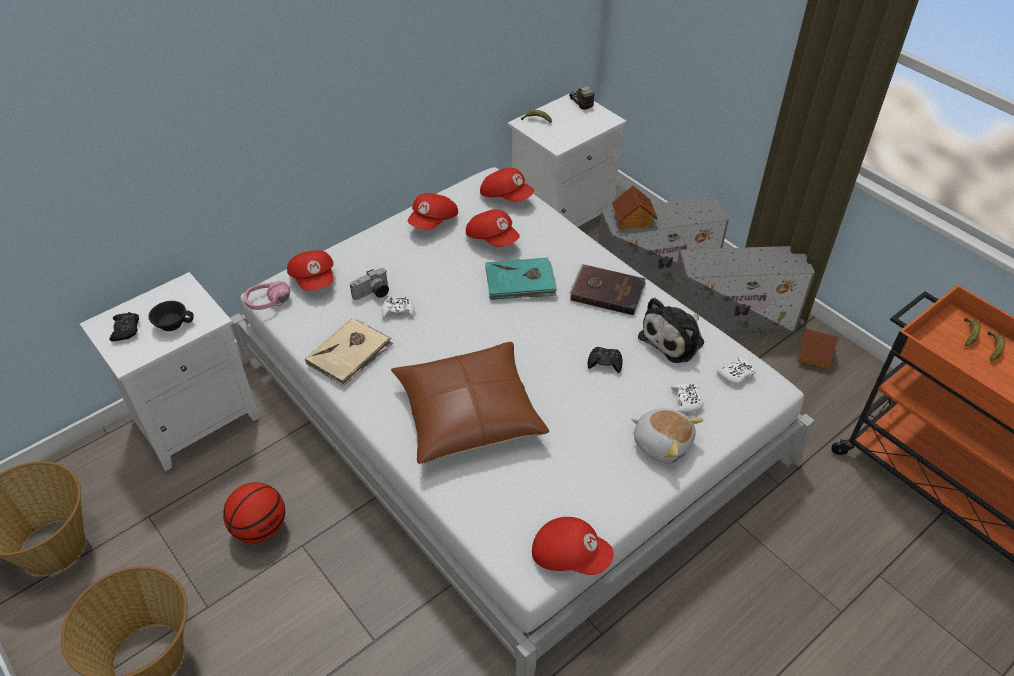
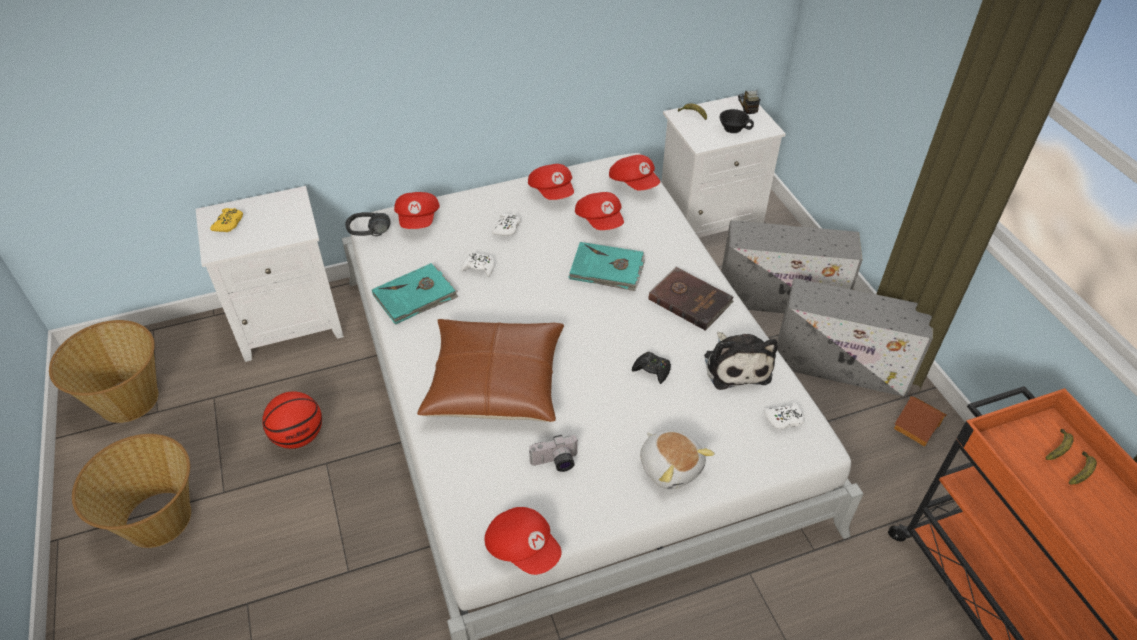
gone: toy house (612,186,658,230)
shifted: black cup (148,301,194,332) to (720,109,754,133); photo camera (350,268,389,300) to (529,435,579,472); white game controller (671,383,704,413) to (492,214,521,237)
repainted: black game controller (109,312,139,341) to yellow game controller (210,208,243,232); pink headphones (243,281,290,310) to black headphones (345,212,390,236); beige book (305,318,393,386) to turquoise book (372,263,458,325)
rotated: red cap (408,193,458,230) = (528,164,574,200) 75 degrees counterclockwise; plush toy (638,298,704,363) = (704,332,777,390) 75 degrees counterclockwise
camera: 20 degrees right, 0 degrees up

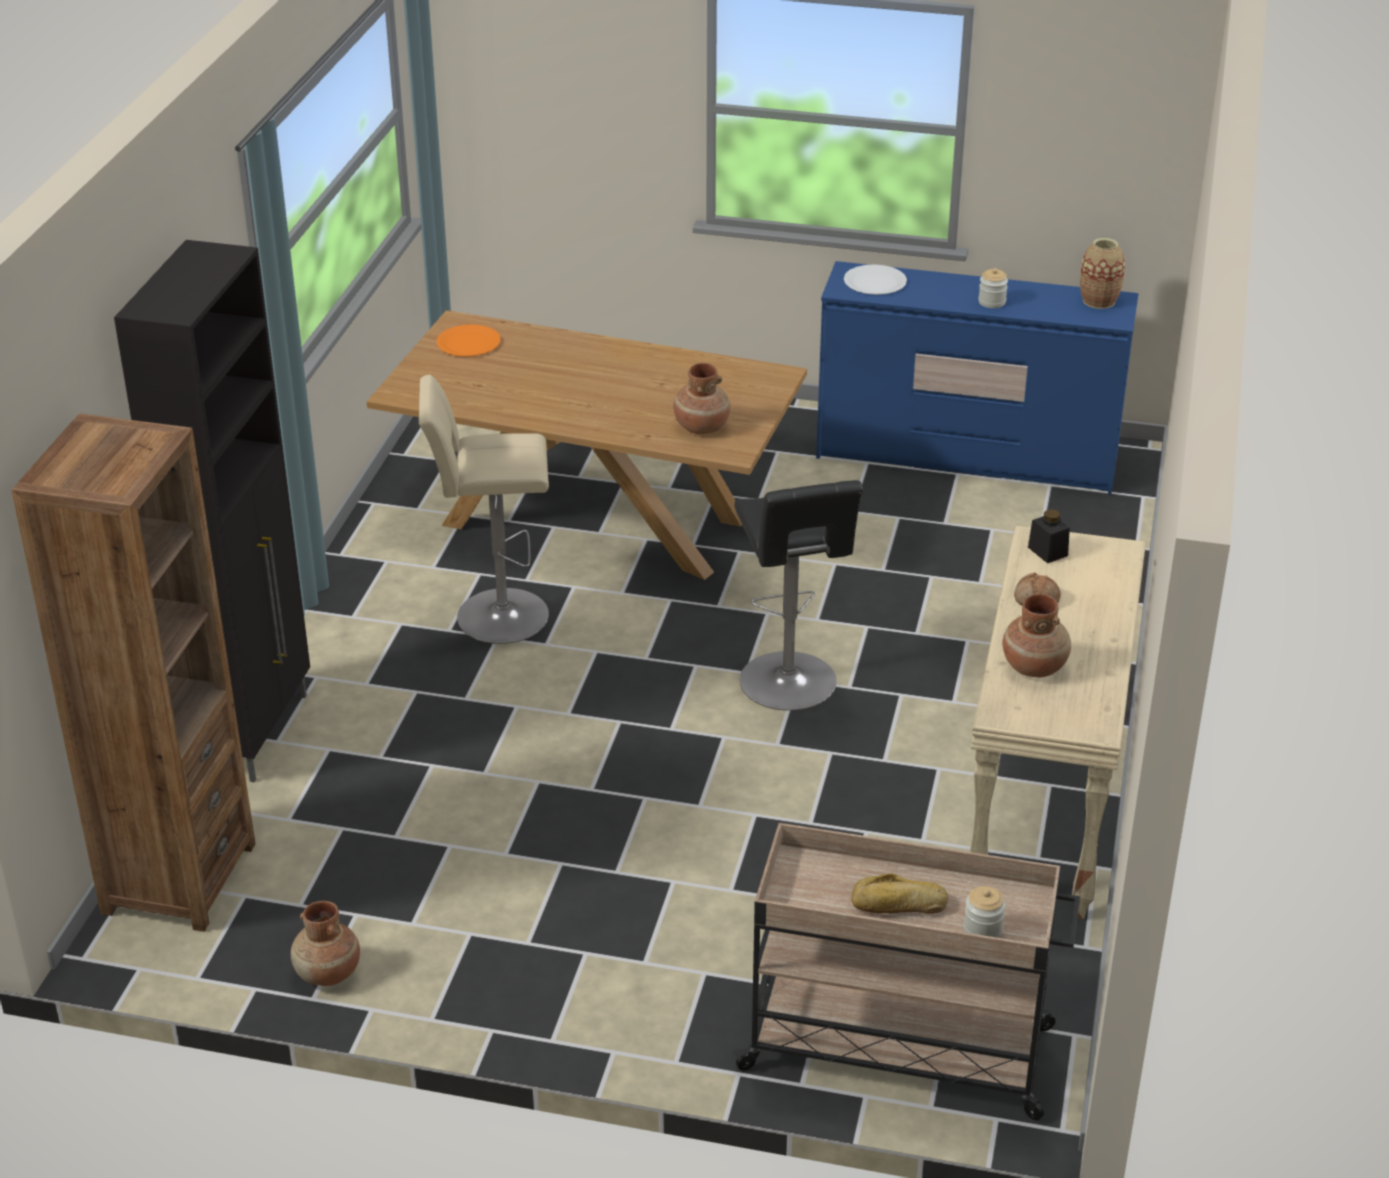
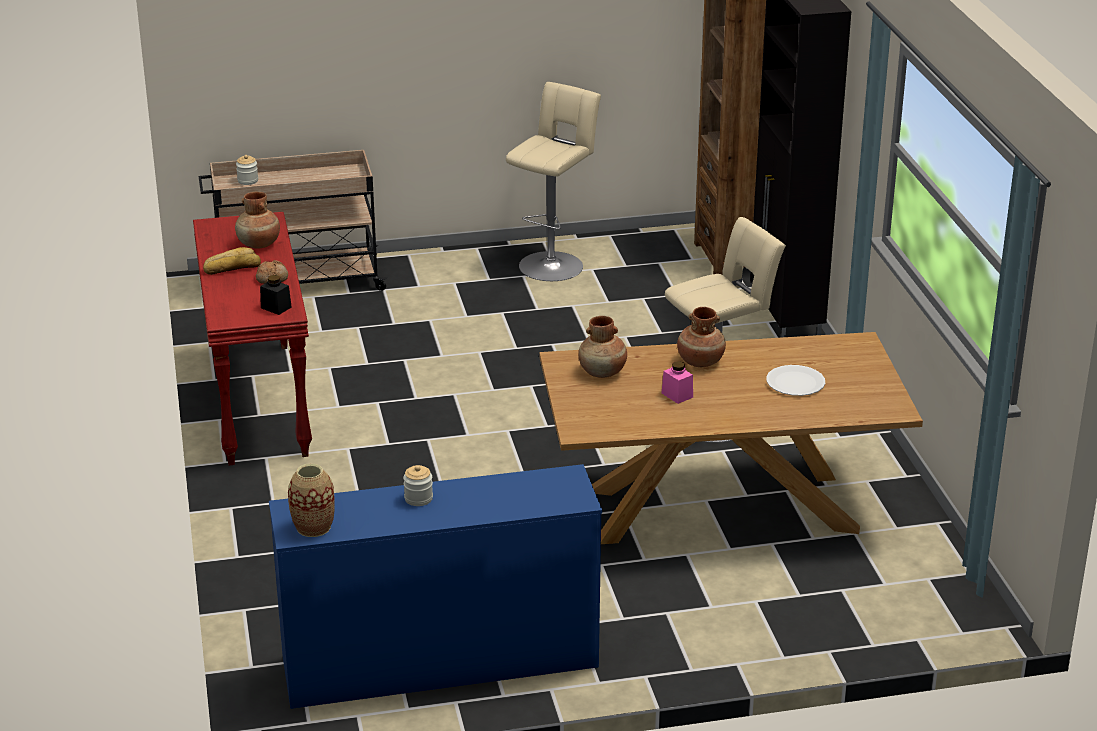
gone: orange plate (437,324,501,357); black stool (734,480,863,711)
new: beige stool (506,82,601,281); pink jar (662,361,693,404)
shifted: brown vase (291,901,360,986) to (677,307,726,367); white plate (844,264,907,295) to (766,365,825,396); bread (851,873,948,914) to (203,247,261,275)
repainted: beige console table (970,525,1146,919) to red console table (193,212,312,465)
camera: 155 degrees right, 5 degrees down

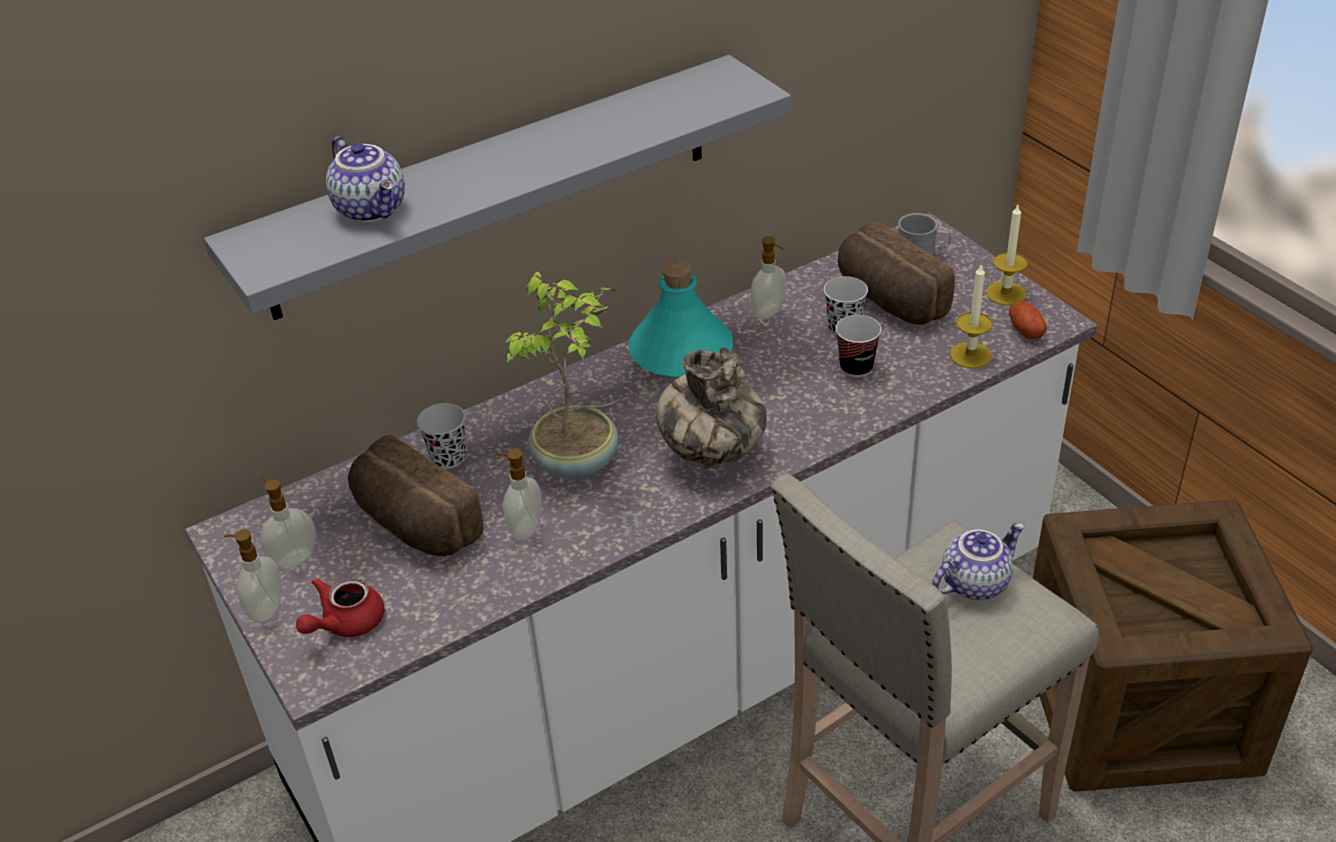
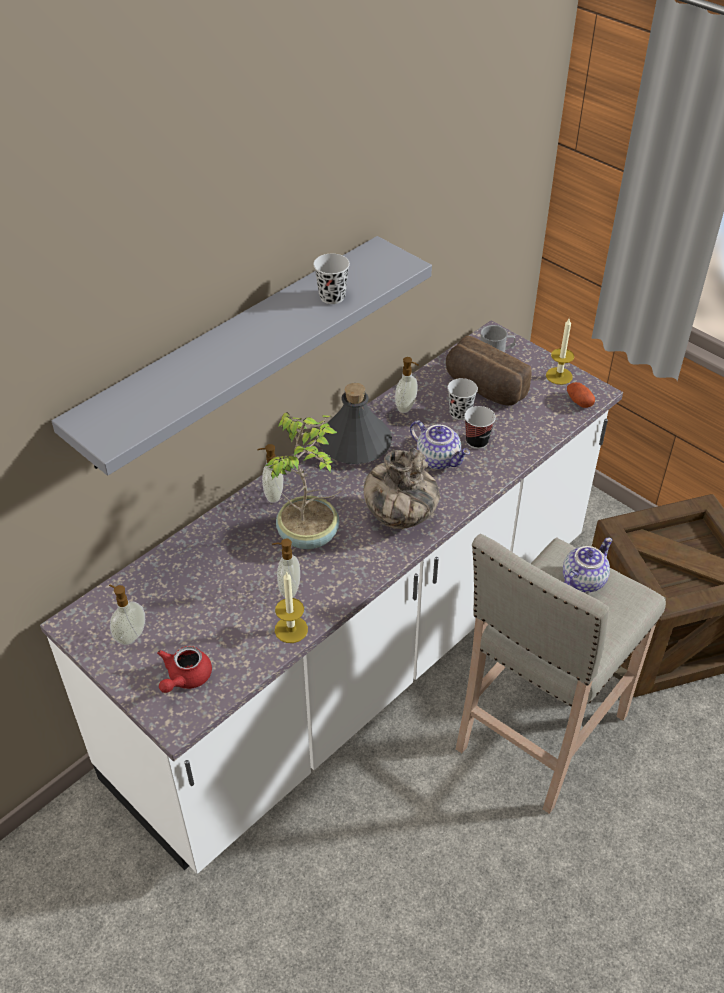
gone: bread (348,435,484,556)
shifted: soap dispenser (224,529,282,623) to (257,444,283,503); teapot (326,136,405,223) to (410,420,470,470); black cup (417,403,465,469) to (313,254,350,304); candle (950,263,993,368) to (275,572,308,643)
repainted: turquoise bottle (629,260,733,378) to grey bottle (319,383,392,464)
camera: 15 degrees left, 5 degrees up

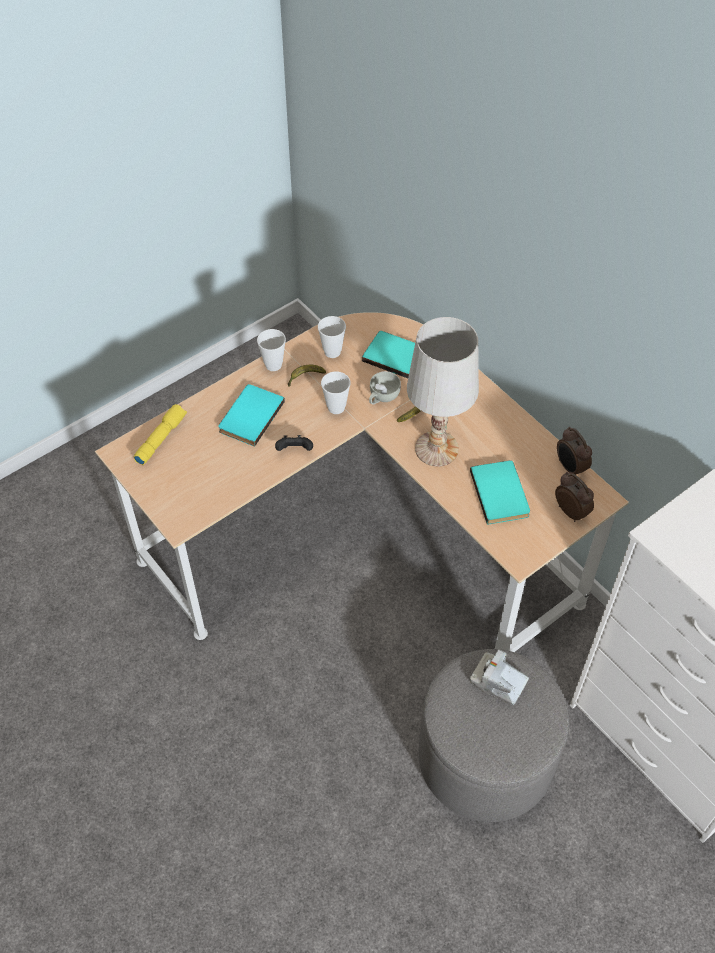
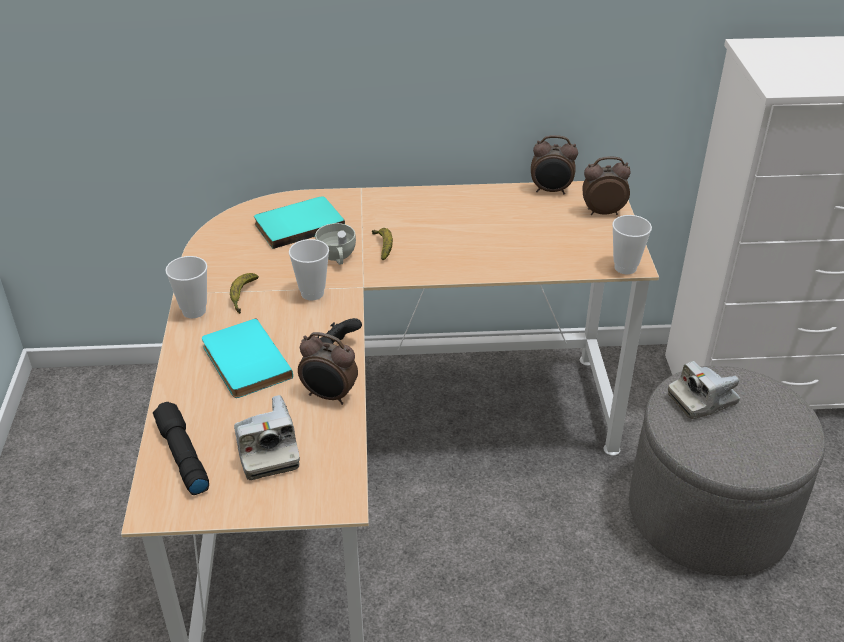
gone: white table lamp (407,317,479,467); turquoise book (470,460,530,525)
new: photo camera (234,395,300,480); alarm clock (298,332,358,405)
shifted: cup (318,316,346,358) to (612,215,652,274)
repainted: yellow flashlight (134,404,187,465) to black flashlight (153,402,209,495)
camera: 55 degrees left, 15 degrees down

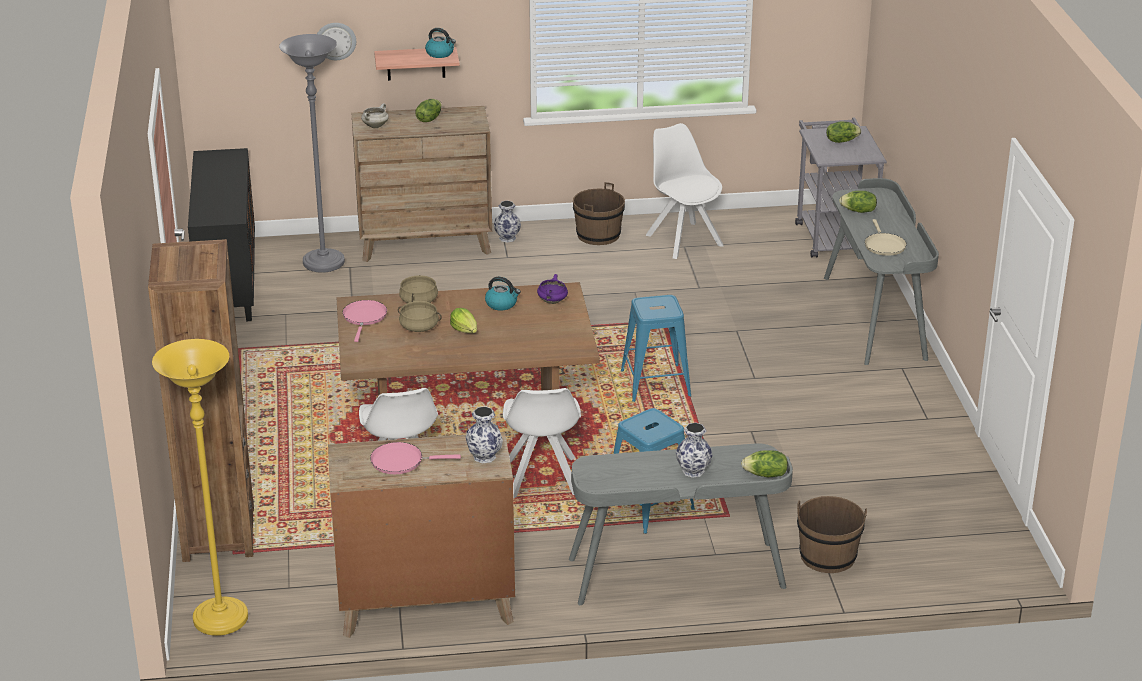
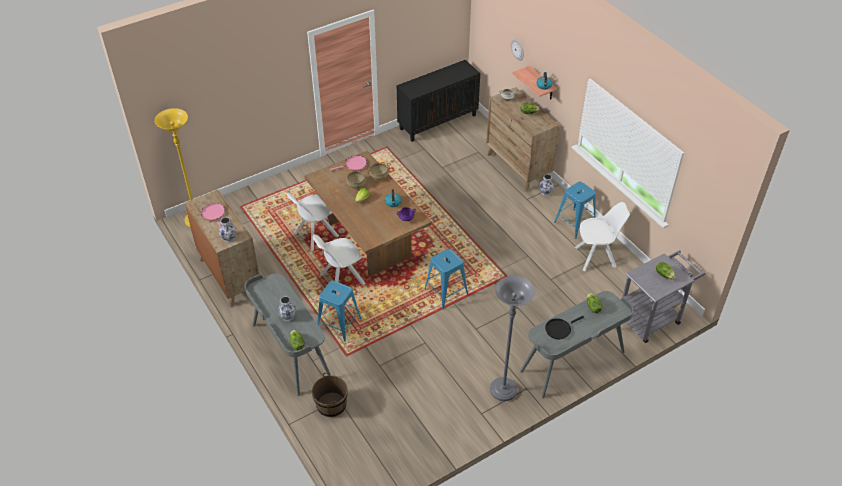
gone: brown bookcase (148,239,254,562)
shifted: grey floor lamp (279,34,345,273) to (490,276,535,401)
swapped: brown bucket (573,182,625,245) to blue stool (554,181,596,239)
repainted: beige frying pan (865,219,907,256) to black frying pan (545,316,584,339)
rotated: white chair (646,123,724,259) = (574,202,630,271) 45 degrees clockwise
camera: 65 degrees right, 15 degrees up

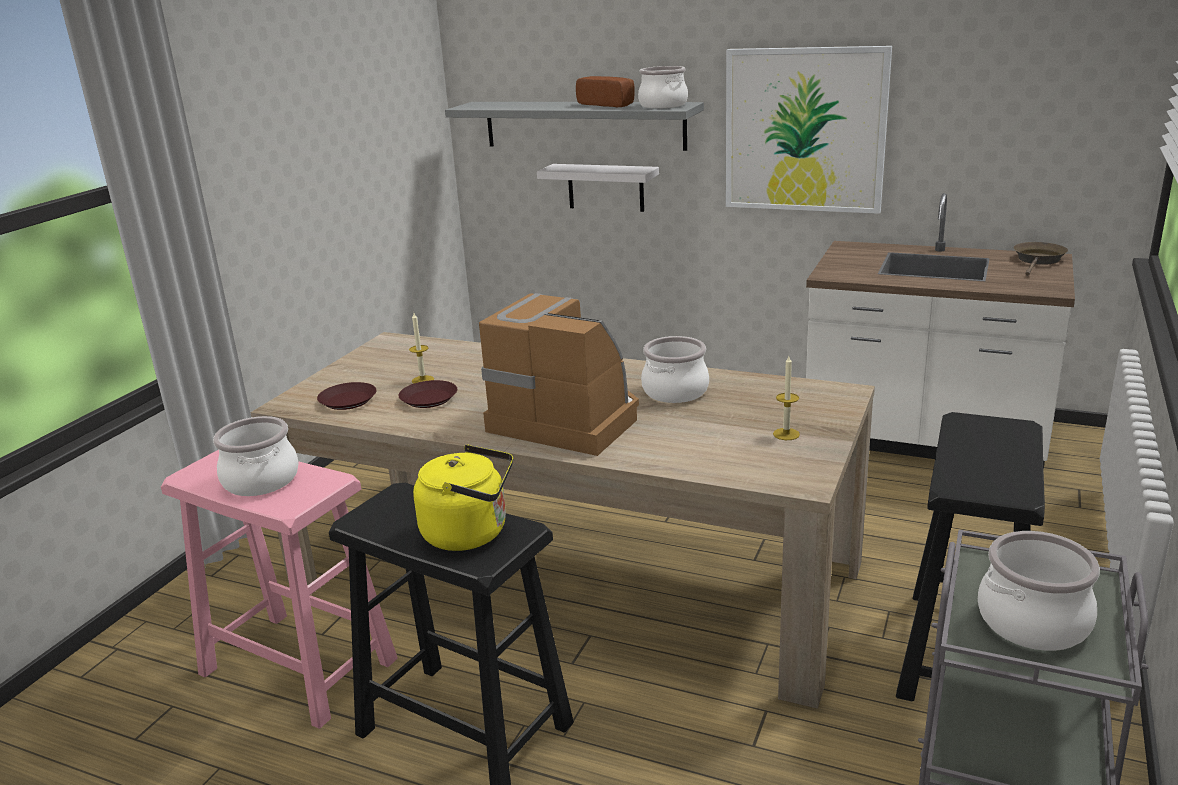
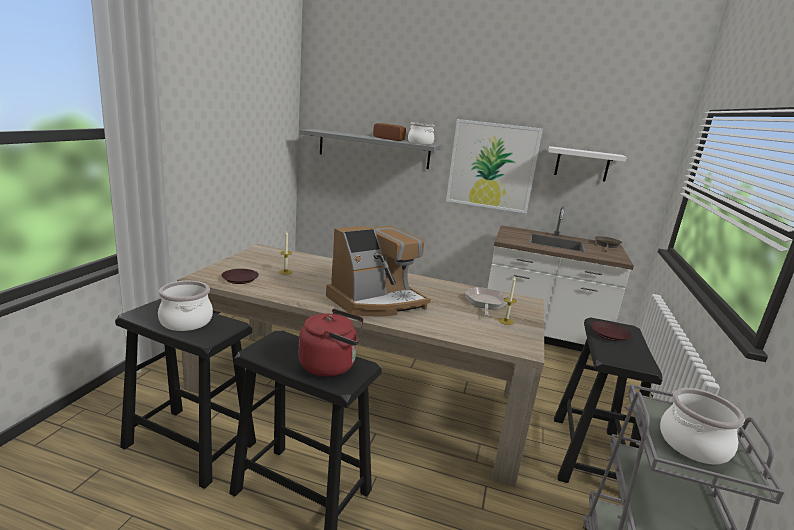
gone: cooking pot (641,336,709,403)
new: frying pan (465,287,508,317)
shifted: brown plate (398,380,457,408) to (591,321,632,341); white shelf (537,164,659,212) to (548,146,627,182)
repainted: pink stool (161,450,398,729) to black stool (115,298,256,489); yellow kettle (413,445,513,551) to red kettle (298,309,364,377)
rotated: coffee machine (479,293,639,456) = (326,226,431,317) 120 degrees clockwise
camera: 10 degrees left, 5 degrees down

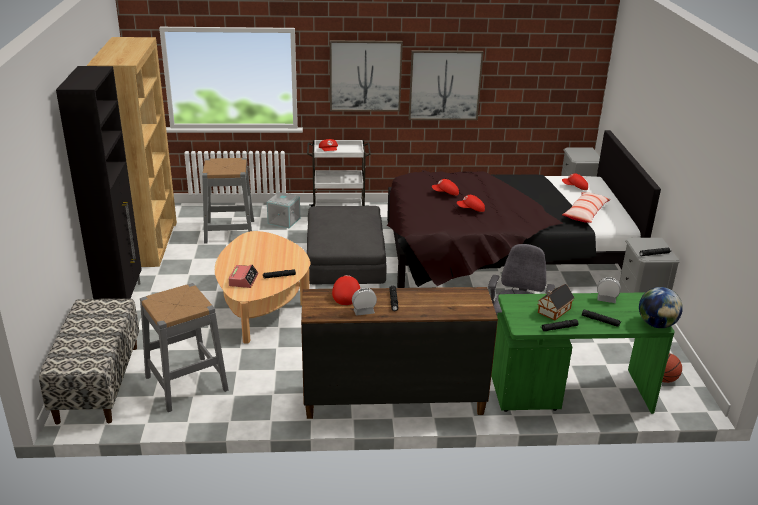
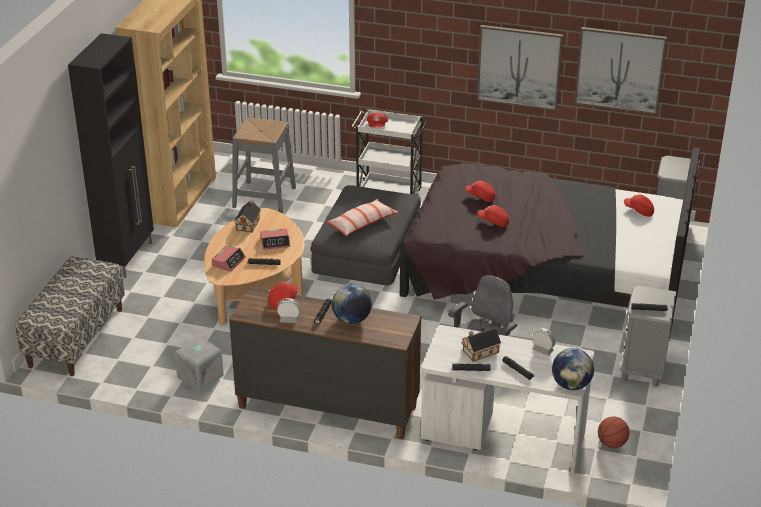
gone: grey stool (140,283,229,412)
new: toy house (234,200,261,233); alarm clock (260,228,290,250); globe (332,284,372,324)
shifted: grey storage box (267,192,300,229) to (175,337,224,392); picture (330,40,403,112) to (574,27,667,115); pillow (562,192,611,223) to (326,199,398,236)
repainted: green desk (491,293,675,414) to white desk (421,325,594,474)
camera: 20 degrees right, 5 degrees up

